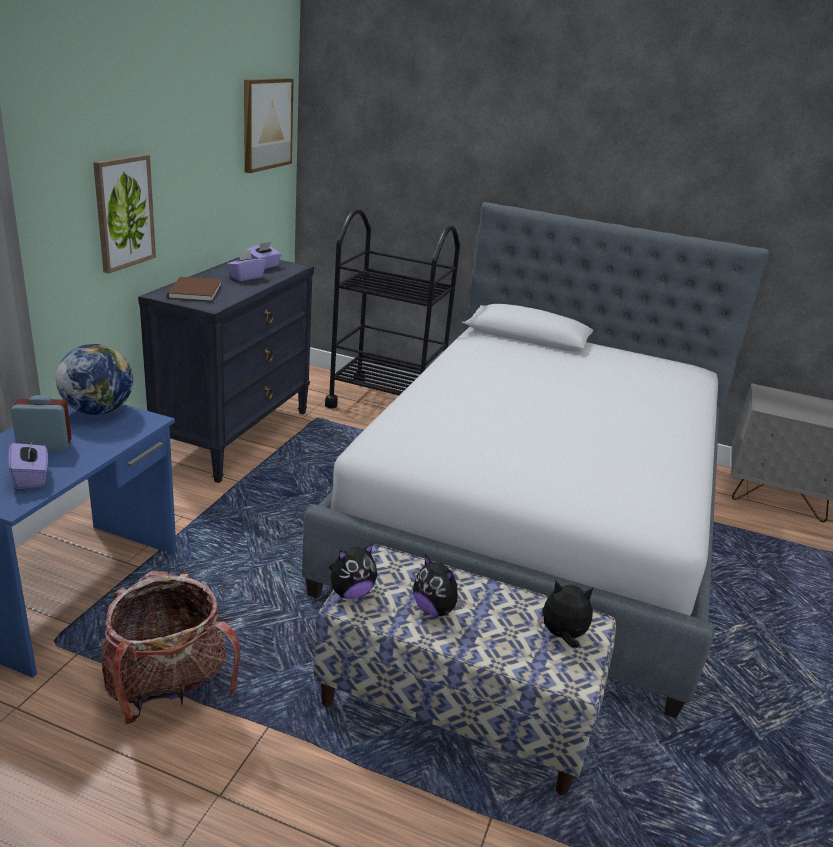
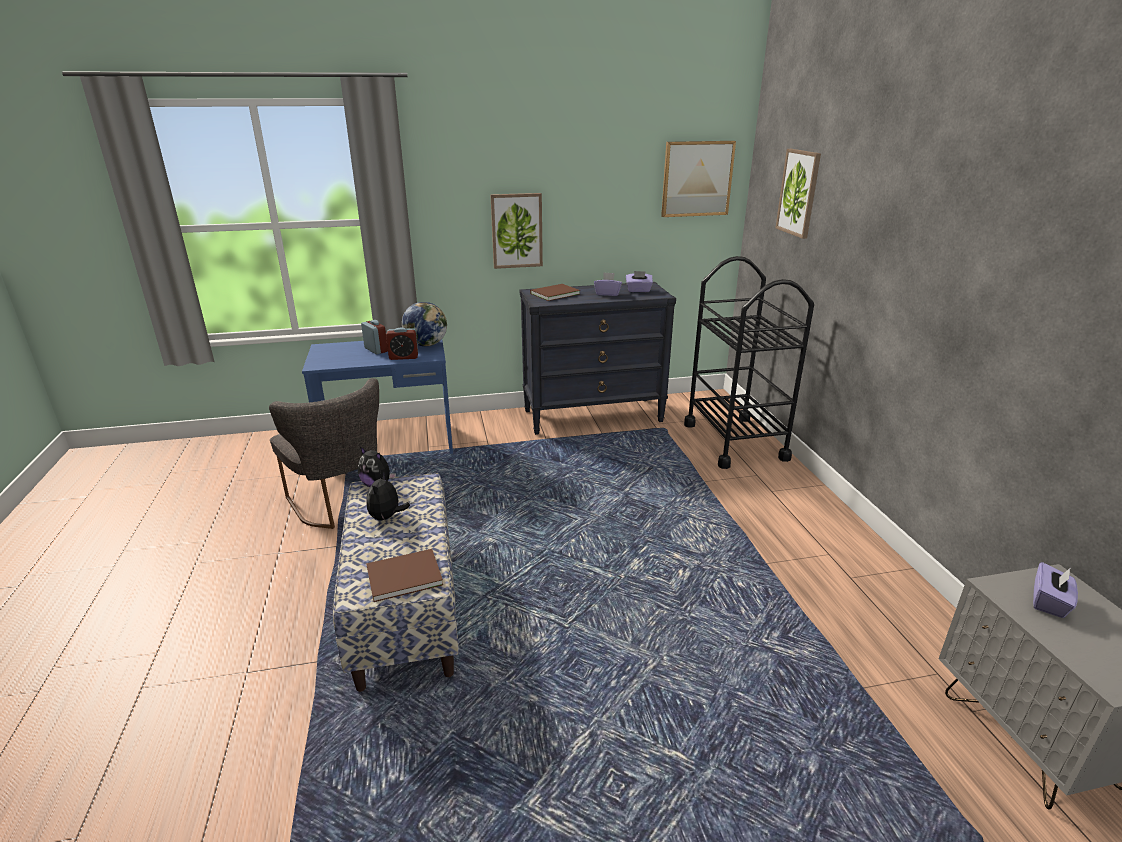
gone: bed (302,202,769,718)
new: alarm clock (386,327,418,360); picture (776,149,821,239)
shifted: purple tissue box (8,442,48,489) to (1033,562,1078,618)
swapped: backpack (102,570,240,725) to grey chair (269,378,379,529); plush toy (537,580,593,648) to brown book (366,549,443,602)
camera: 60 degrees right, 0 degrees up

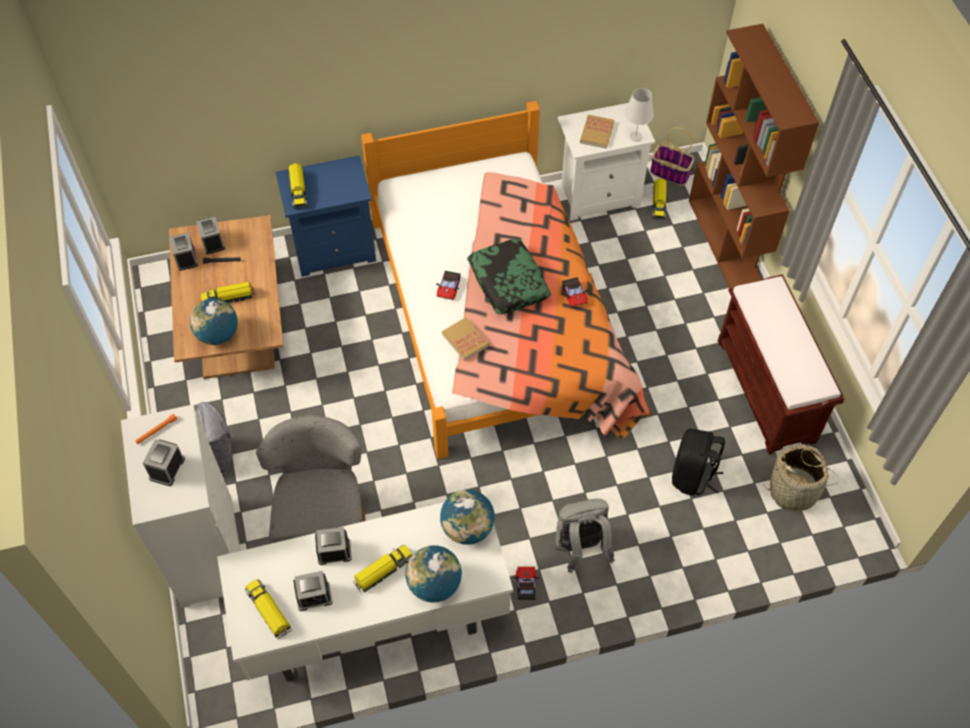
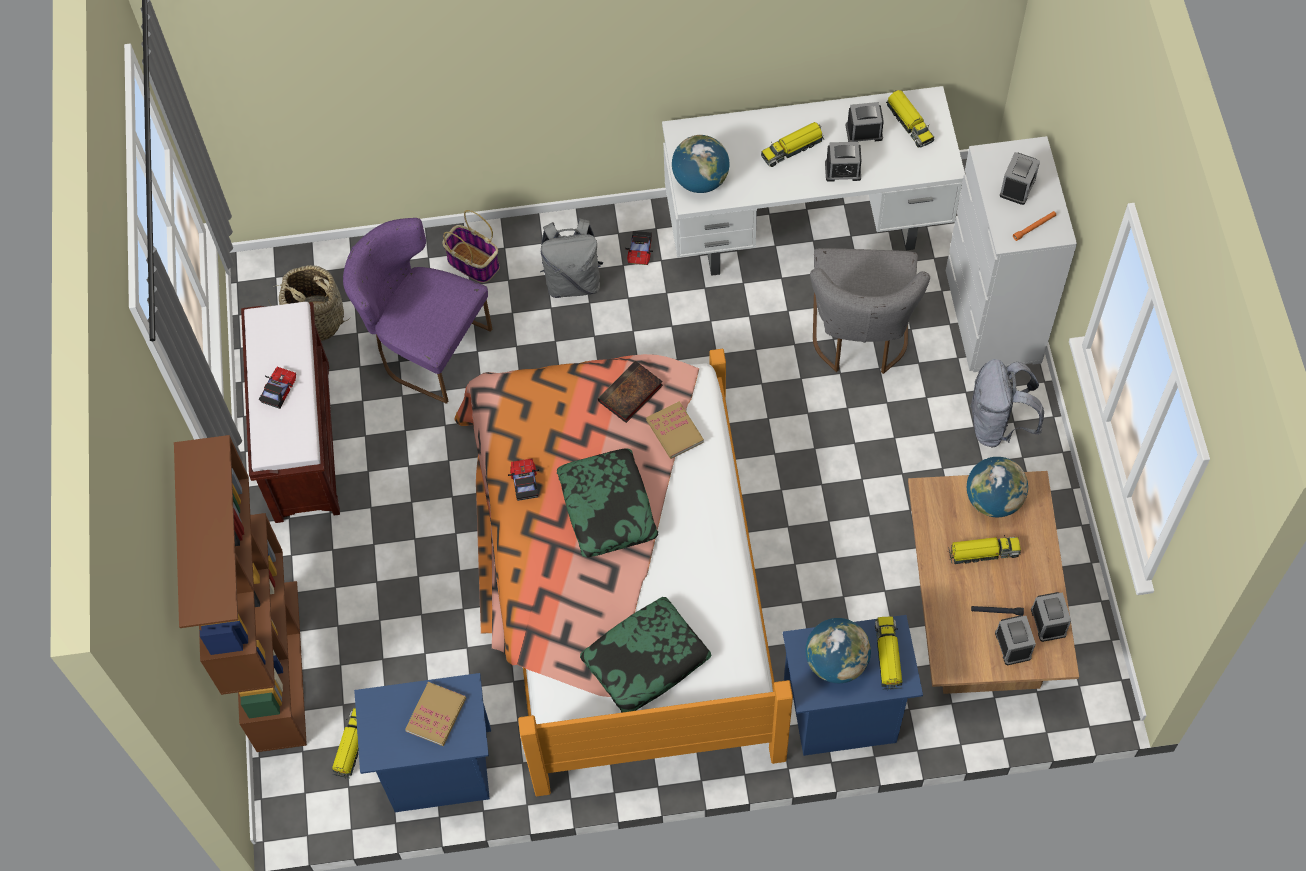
gone: white table lamp (625,88,654,141)
new: pillow (580,597,711,713); book (598,361,663,423)
shifted: globe (405,545,462,603) to (806,618,871,683); toy car (436,271,461,300) to (259,367,296,409); basket (650,127,694,185) to (442,210,500,283)
swapped: black backpack (672,428,725,496) to purple chair (343,218,492,404)
repainted: white nightstand (558,103,655,221) to blue nightstand (354,673,491,812)
camera: 170 degrees left, 5 degrees up

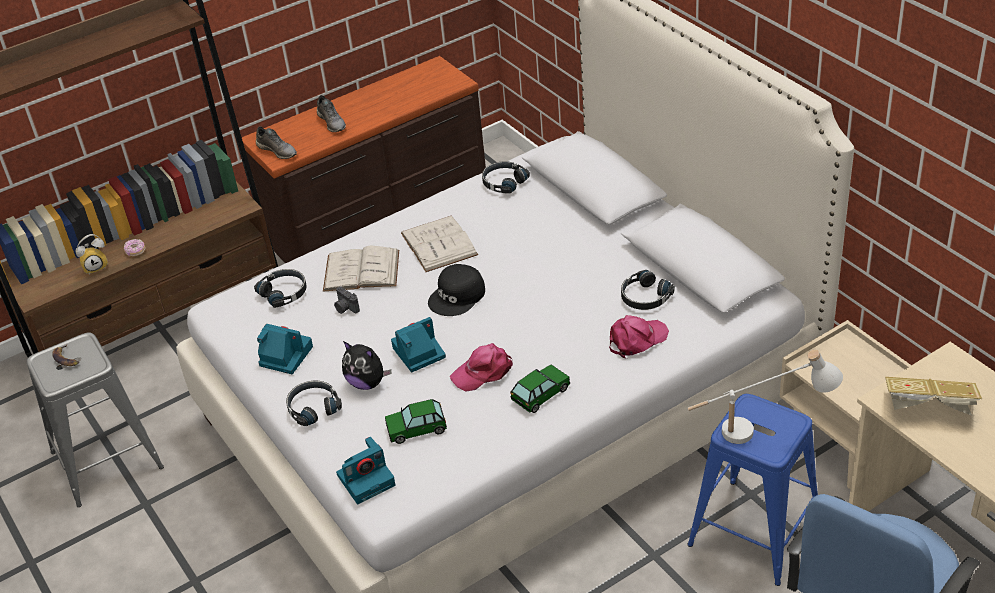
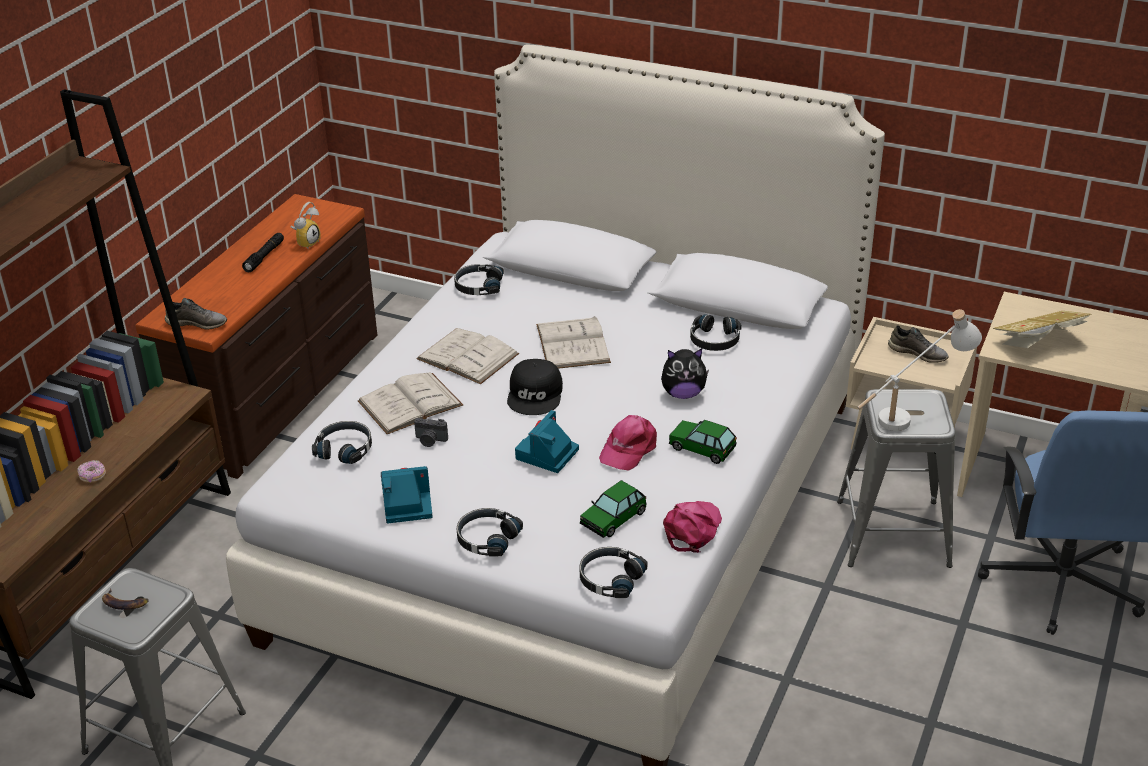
new: black flashlight (242,233,284,272); white book (536,316,611,369)
shifted: alarm clock (75,234,108,275) to (291,202,321,250); grey shoe (317,95,346,132) to (888,325,949,363); plush toy (342,341,391,390) to (661,348,709,399); pink cap (609,315,669,359) to (663,501,722,553)
swapped: photo camera (336,437,395,504) to black headphones (579,547,647,598)
repainted: blue stool (688,394,818,586) to grey stool (837,389,955,568)
rotated: toy car (510,364,570,413) = (669,420,737,464) 75 degrees counterclockwise
camera: 35 degrees left, 5 degrees down

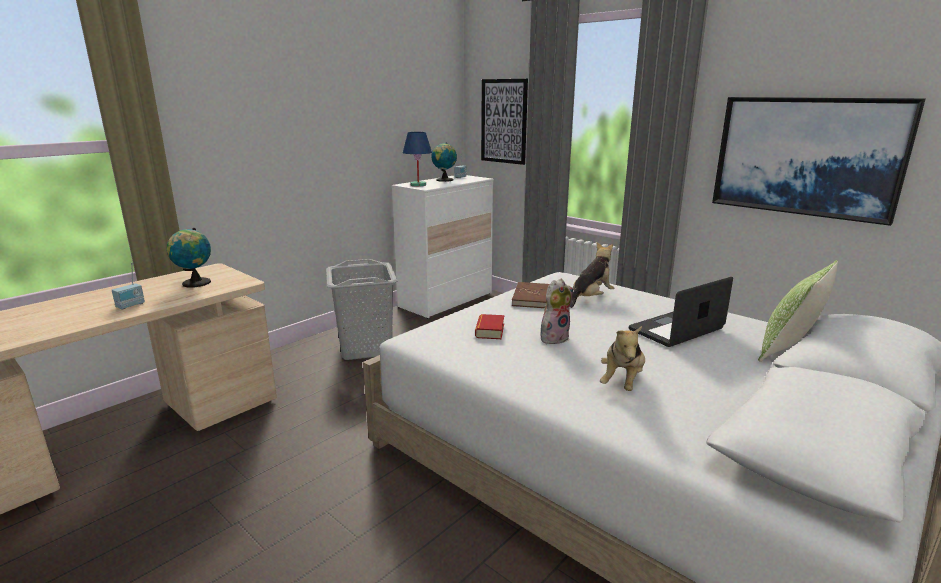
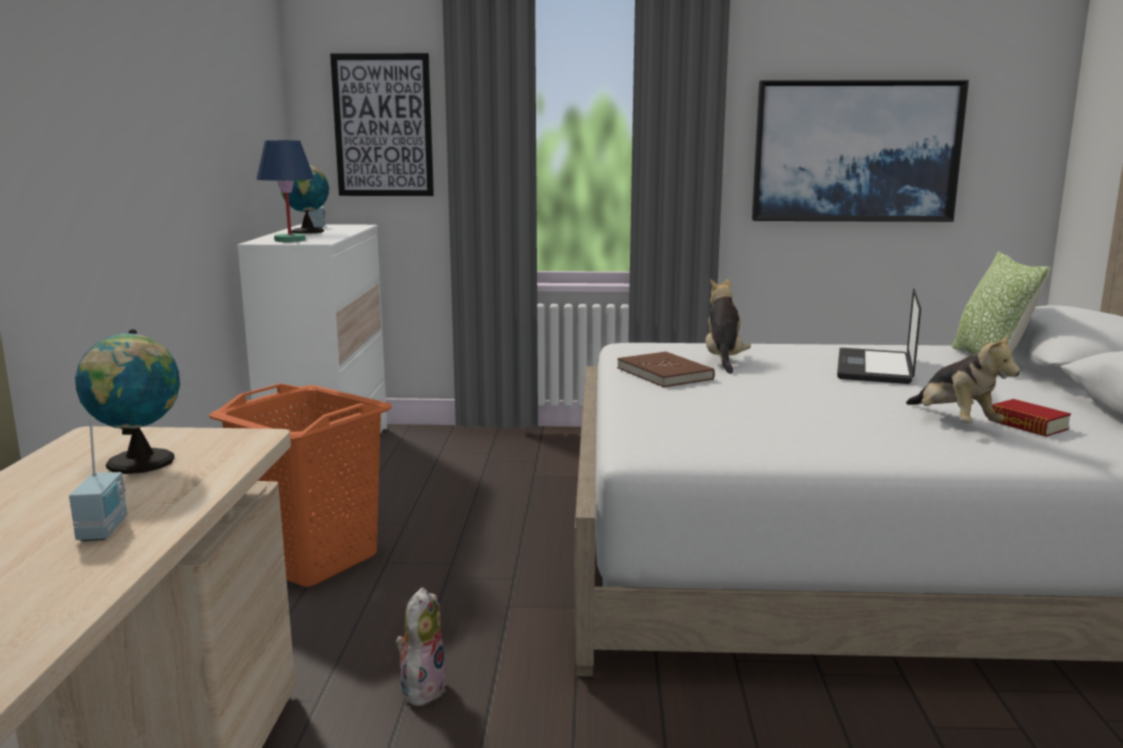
shifted: book (475,314,504,339) to (989,399,1071,436); plush toy (540,279,573,344) to (396,587,447,708)
repainted: grey laundry basket (326,259,398,360) to orange laundry basket (209,383,392,587)
camera: 40 degrees left, 5 degrees down

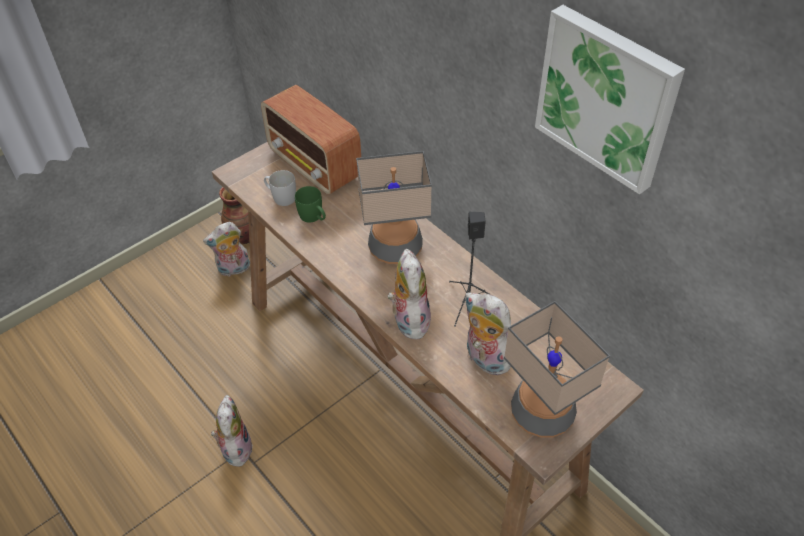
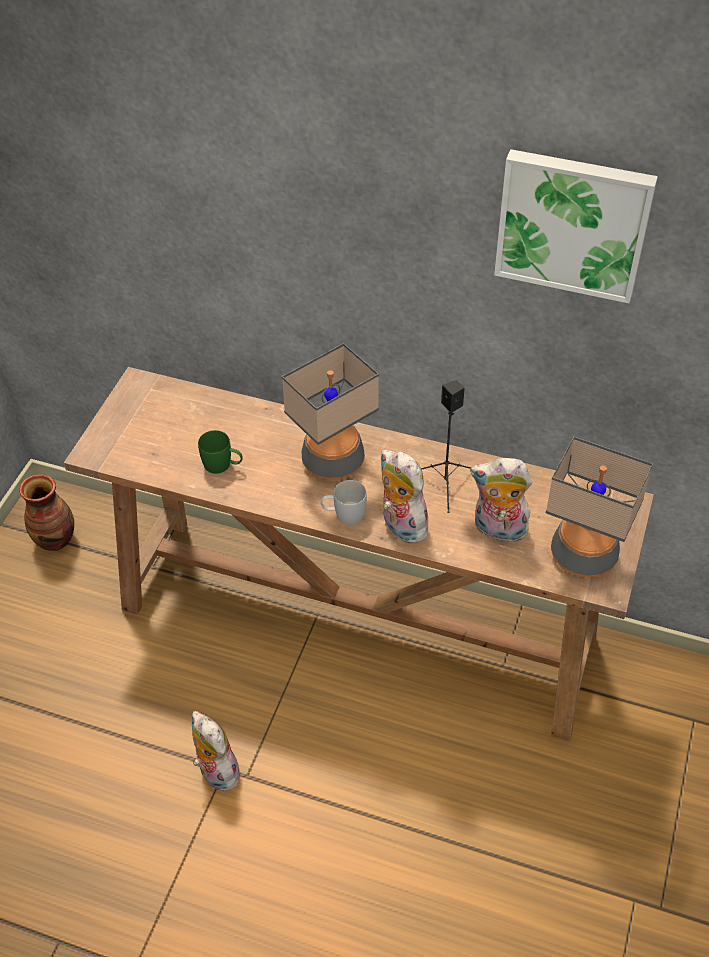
gone: plush toy (203,222,250,277); radio (261,85,361,195)
shifted: white mug (264,170,296,206) to (321,480,367,525)
camera: 30 degrees left, 0 degrees up

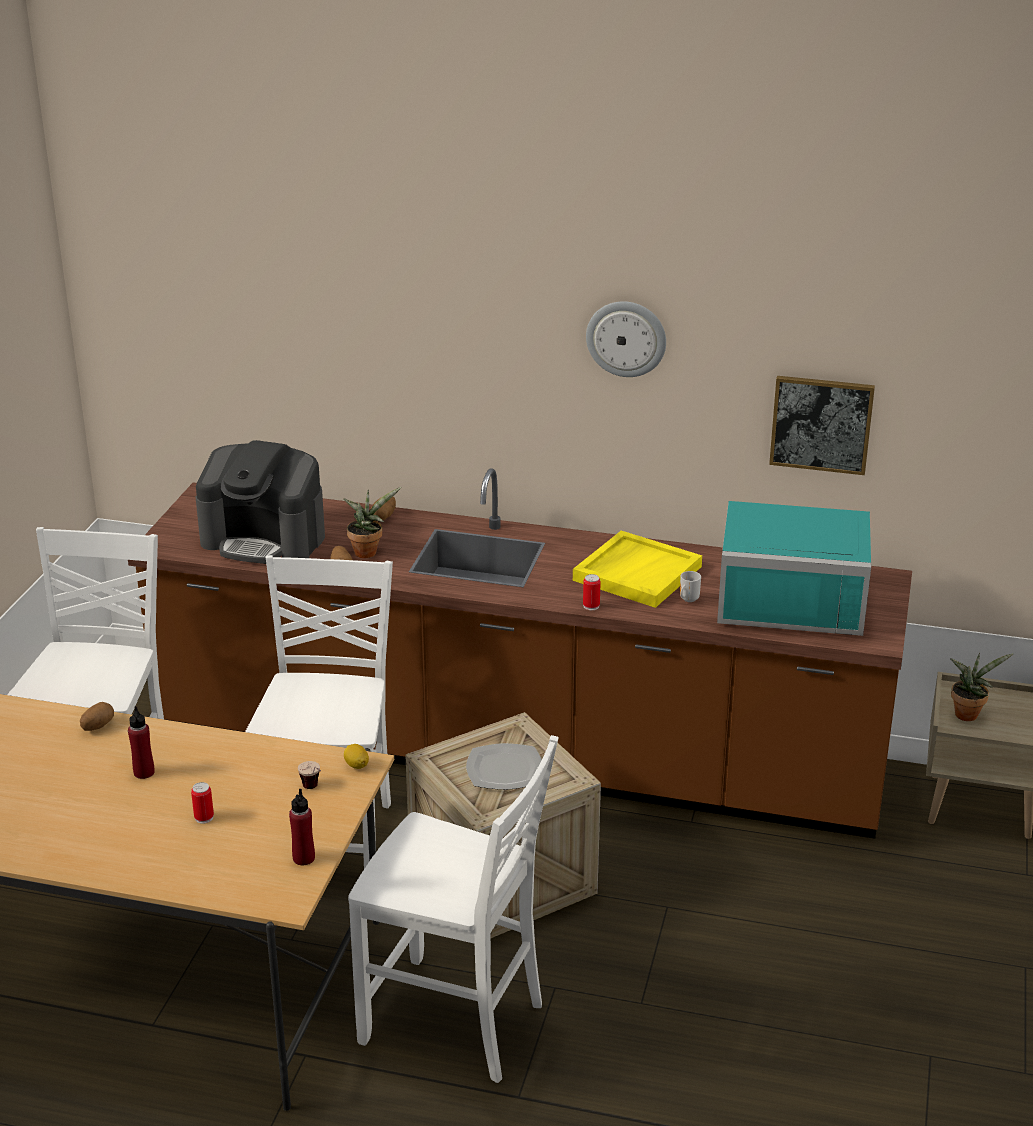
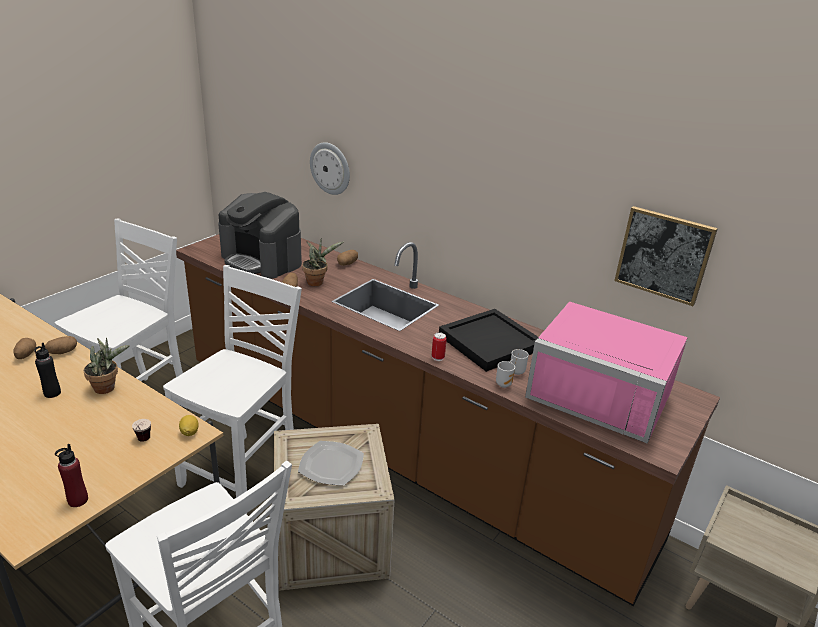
gone: can (191,782,214,824)
new: potato (13,338,36,359); mug (496,361,515,388)
shifted: wall clock (586,301,666,377) to (310,142,350,195); potted plant (950,653,1013,721) to (84,338,130,394)
repainted: red bottle (128,706,155,779) to black bottle (34,343,61,398); yellow tray (573,531,702,608) to black tray (439,309,538,372); turquoise microwave (717,501,871,636) to pink microwave (525,301,688,444)
camera: 20 degrees right, 0 degrees up

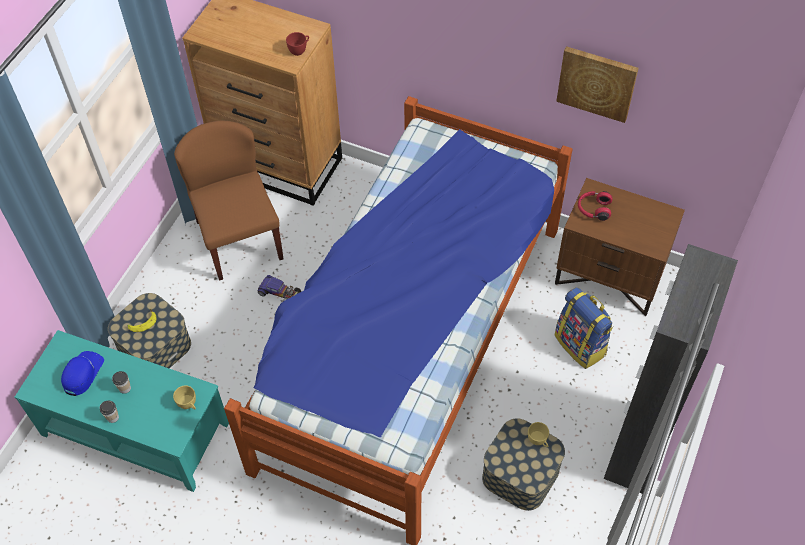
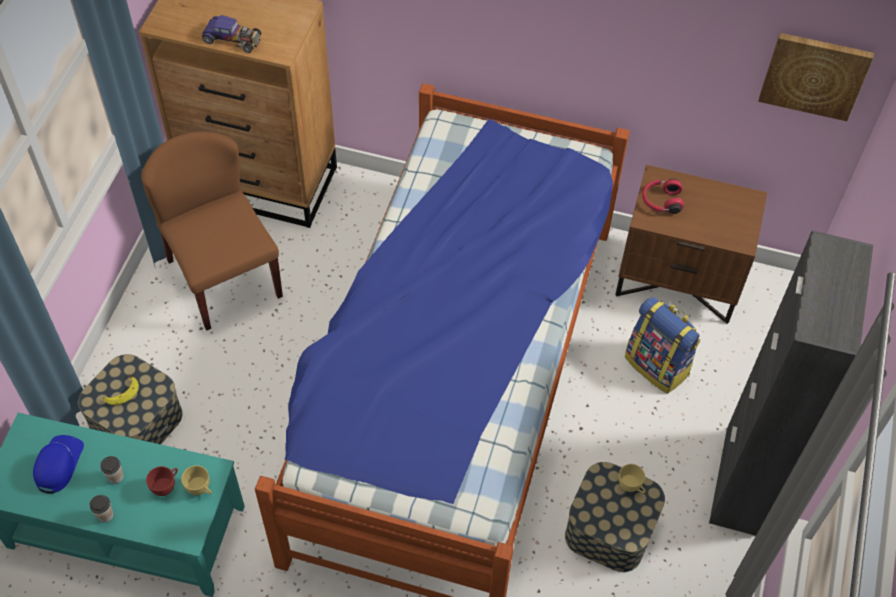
shifted: toy car (258,275,301,302) to (202,15,262,53); red cup (286,32,309,56) to (146,466,178,496); picture (556,46,639,123) to (758,33,874,121)
camera: 10 degrees left, 0 degrees up

